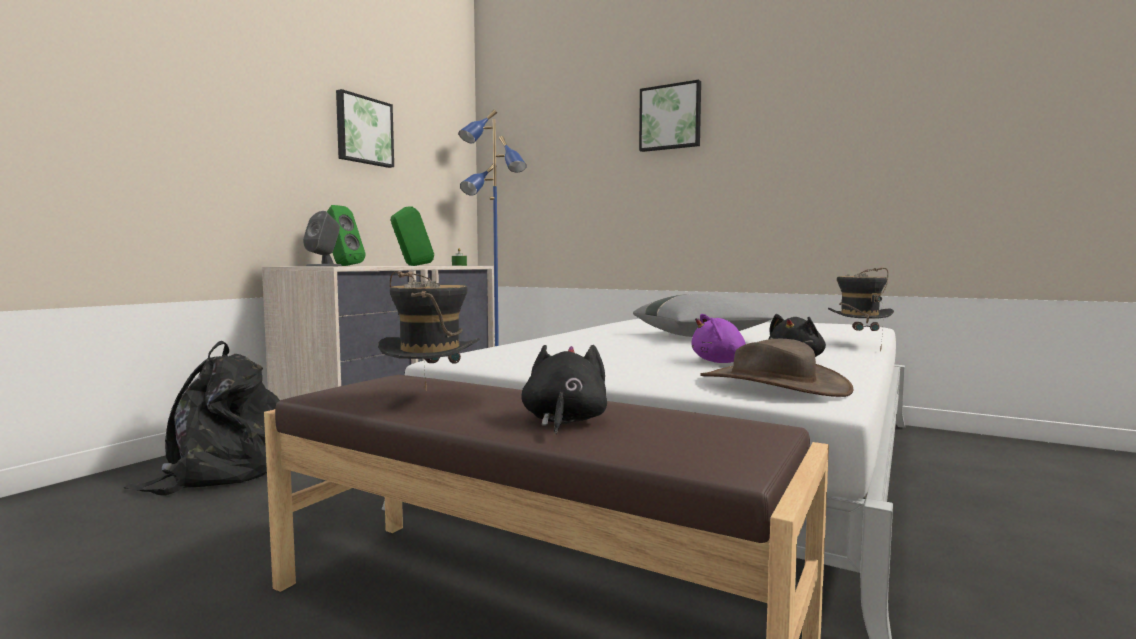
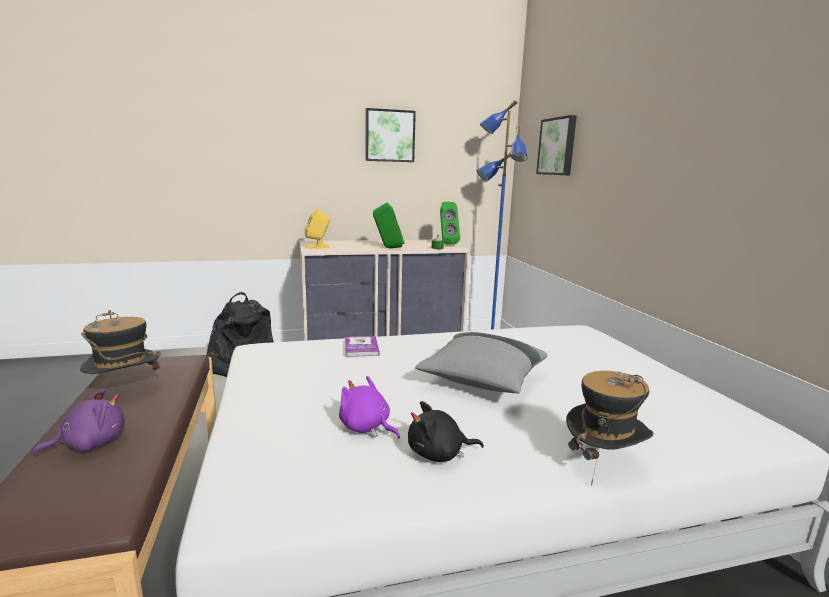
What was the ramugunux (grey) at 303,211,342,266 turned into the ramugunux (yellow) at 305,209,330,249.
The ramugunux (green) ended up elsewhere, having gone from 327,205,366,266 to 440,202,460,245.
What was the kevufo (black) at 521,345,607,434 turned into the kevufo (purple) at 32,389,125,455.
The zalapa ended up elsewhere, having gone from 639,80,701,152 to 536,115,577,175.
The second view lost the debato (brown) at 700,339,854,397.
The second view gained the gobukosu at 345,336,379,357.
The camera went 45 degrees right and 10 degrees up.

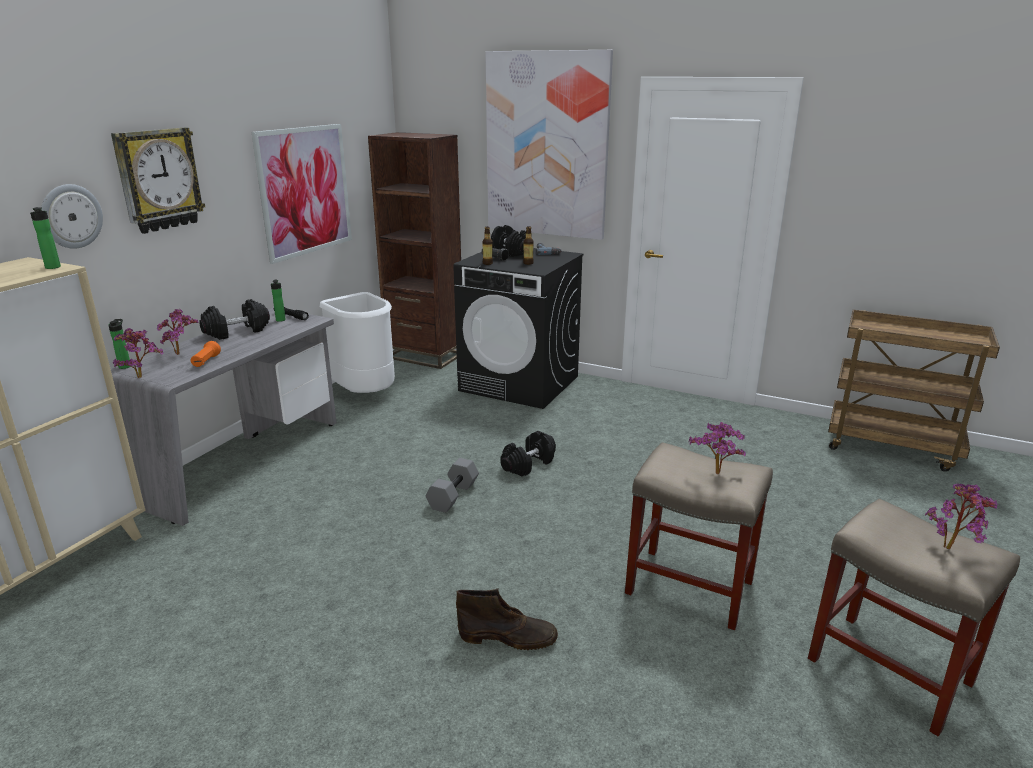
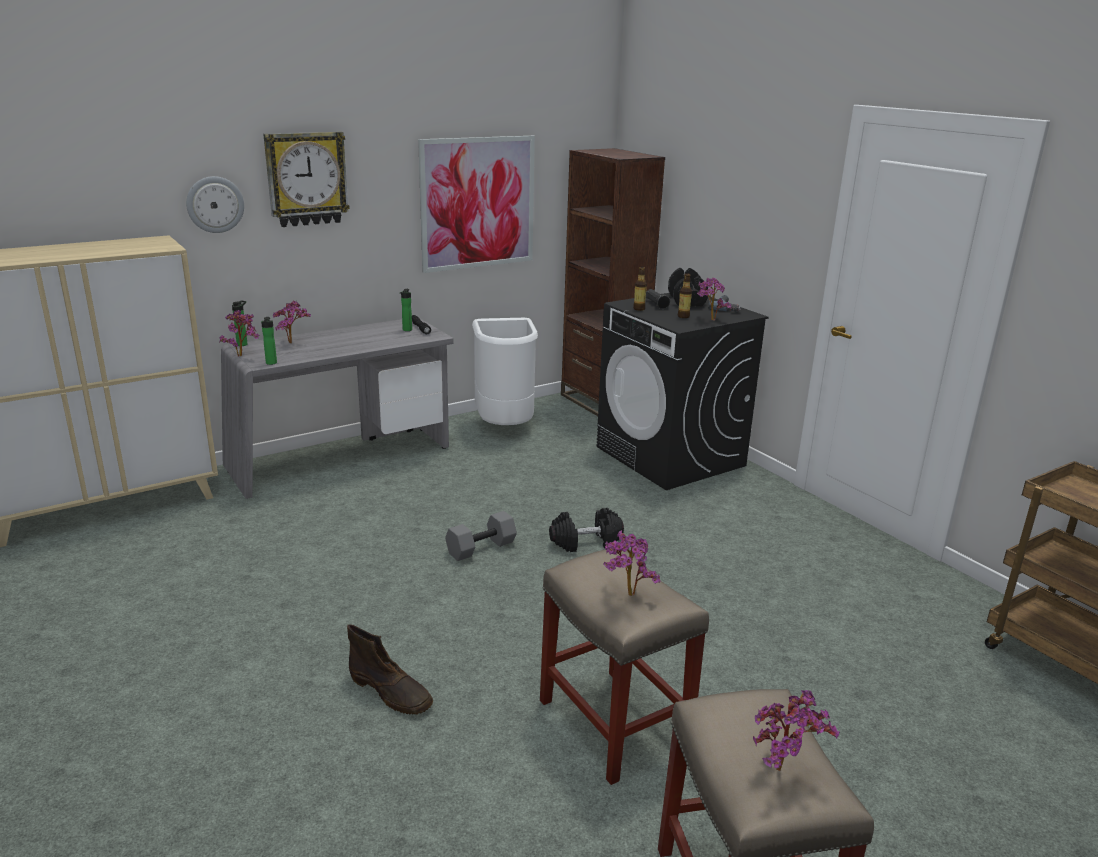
The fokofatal ended up elsewhere, having gone from 30,207,61,269 to 261,317,277,365.
The second view lost the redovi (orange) at 191,341,221,367.
The second view lost the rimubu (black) at 199,299,270,340.
The second view lost the zalapa at 485,50,613,240.
The second view gained the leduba at 697,278,731,321.
The camera went 30 degrees right and 0 degrees up.

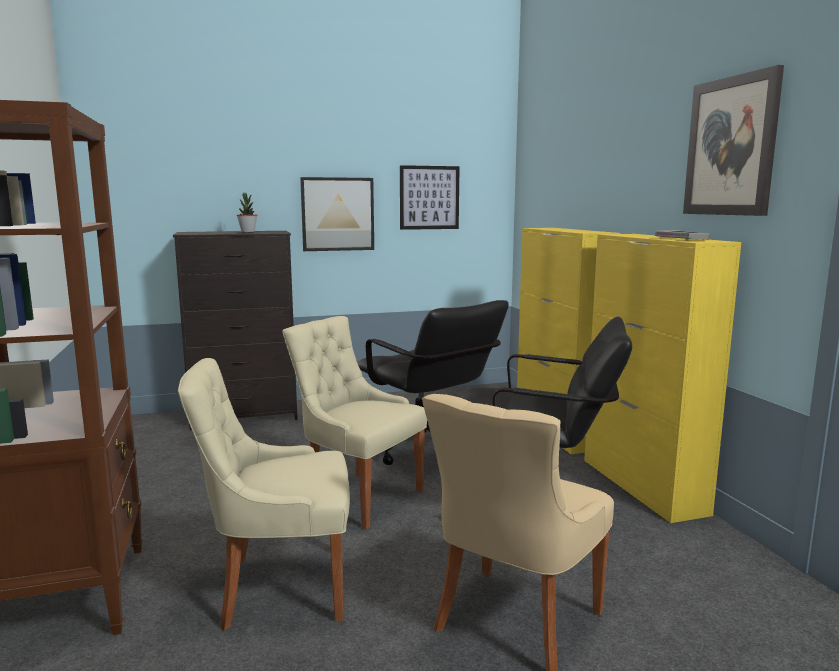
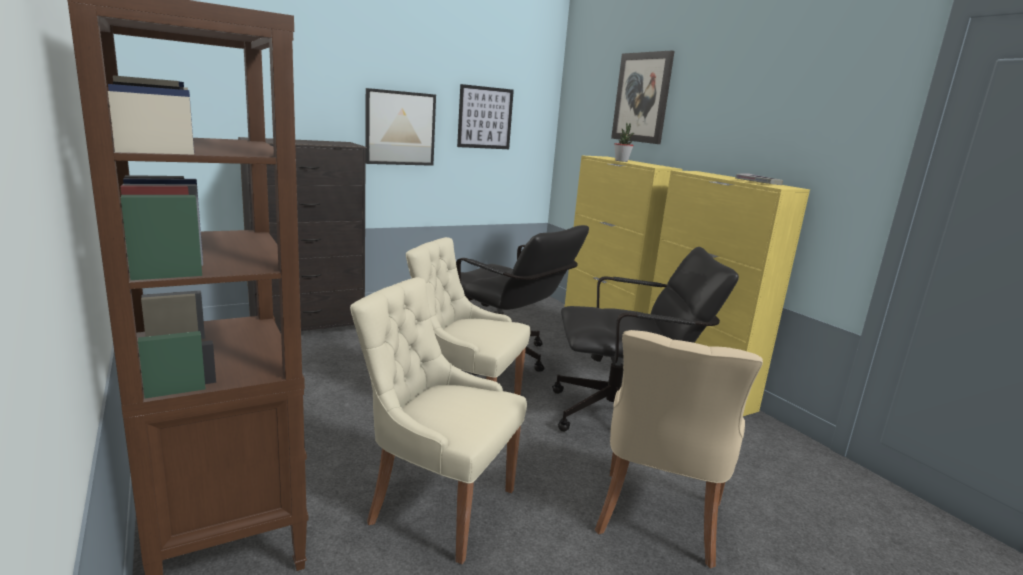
The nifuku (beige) at 178,358,350,631 ended up facing another way, 45 degrees clockwise from before.
The leduba ended up elsewhere, having gone from 237,193,257,233 to 614,123,634,162.
The zalapa ended up elsewhere, having gone from 683,65,784,216 to 611,50,675,144.
The camera went 15 degrees left and 5 degrees up.

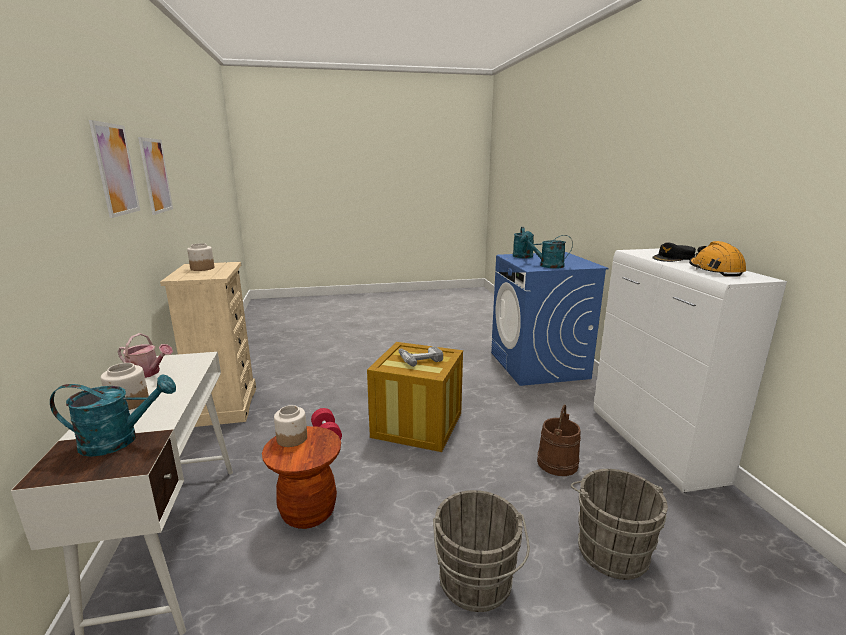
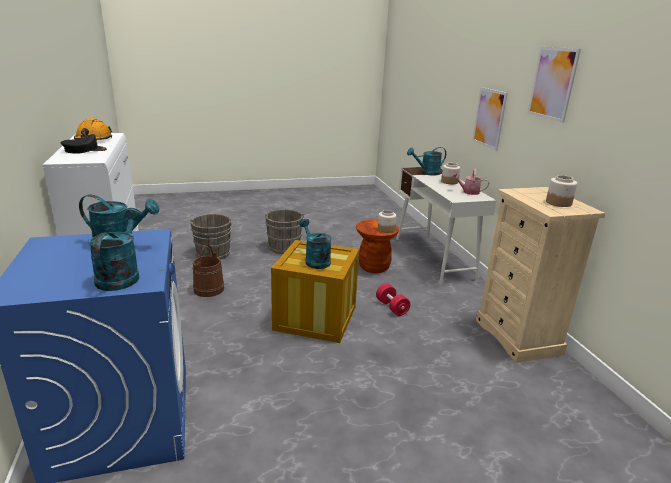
The zalapa ended up elsewhere, having gone from 138,137,173,215 to 472,87,508,151.
Where the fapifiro stood at 399,346,443,367, the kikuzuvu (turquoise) came to stand at 299,219,332,269.
The camera went 175 degrees right and 5 degrees up.

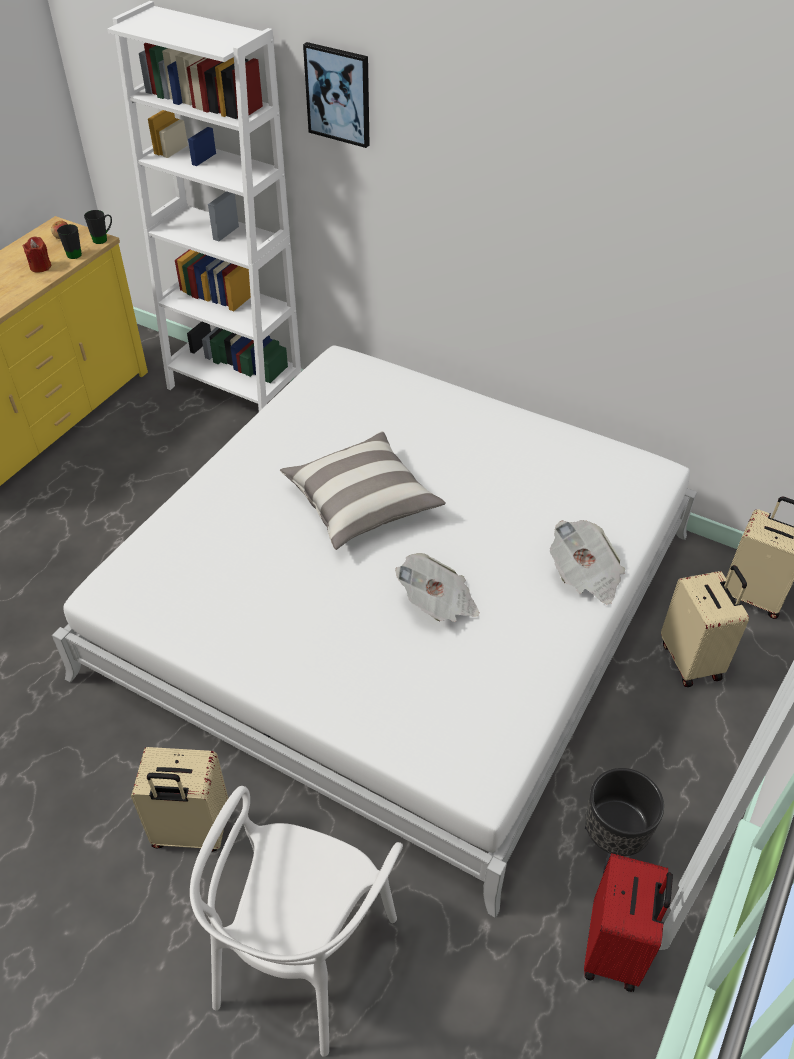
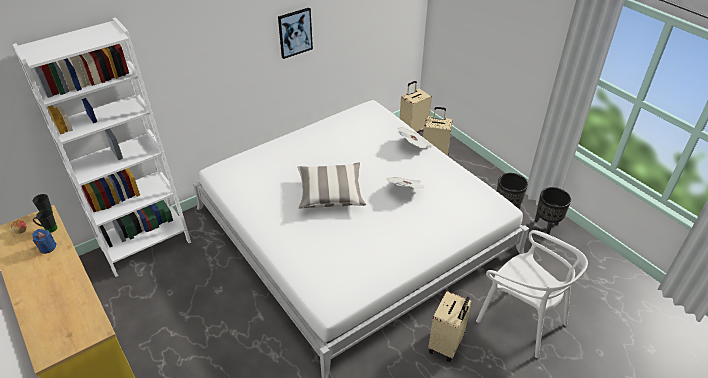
What was the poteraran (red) at 23,236,51,273 turned into the poteraran (blue) at 32,229,57,254.
The zalapa ended up elsewhere, having gone from 303,42,370,148 to 278,8,313,59.
Where the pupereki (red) stood at 584,853,673,992, the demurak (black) came to stand at 534,187,571,235.
The camera went 65 degrees left and 5 degrees down.

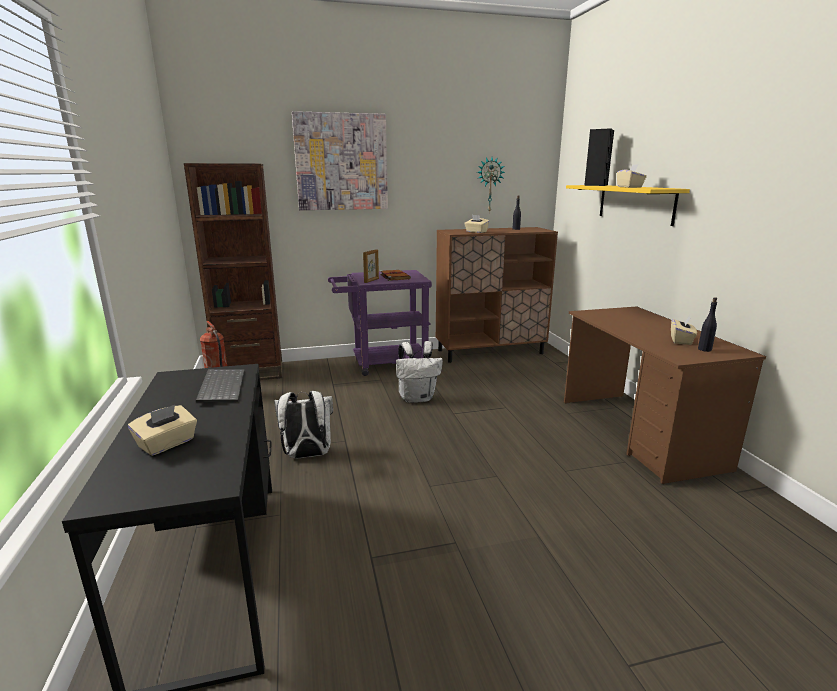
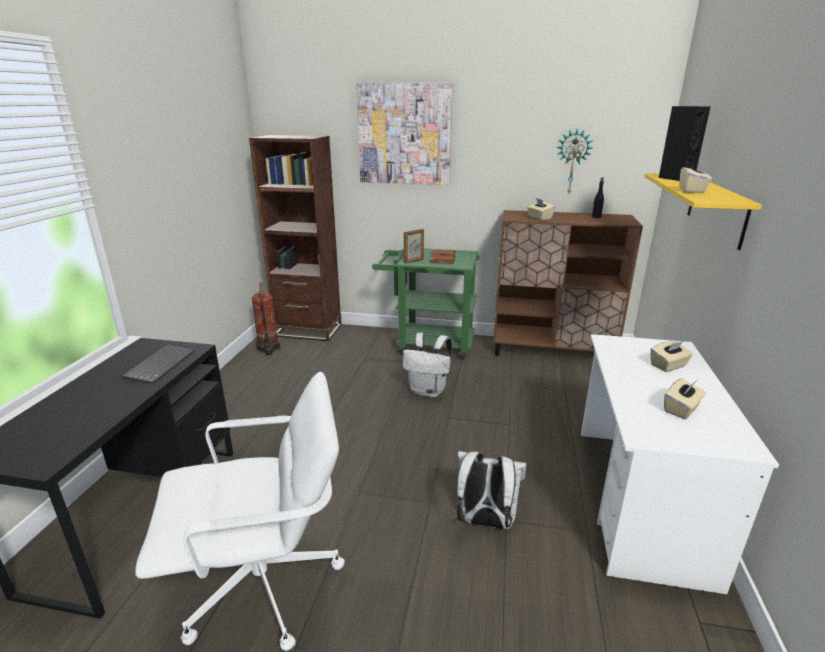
The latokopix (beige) ended up elsewhere, having gone from 128,405,197,456 to 650,341,693,372.
The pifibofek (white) ended up elsewhere, having gone from 274,391,333,459 to 456,451,527,529.
What was the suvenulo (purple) at 328,270,432,376 turned into the suvenulo (green) at 372,248,479,360.
What was the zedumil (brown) at 564,306,766,484 turned into the zedumil (white) at 581,334,779,594.
The second view lost the fokofatal (black) at 698,297,717,352.
The second view gained the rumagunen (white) at 135,372,345,651.
The camera went 25 degrees right and 5 degrees up.

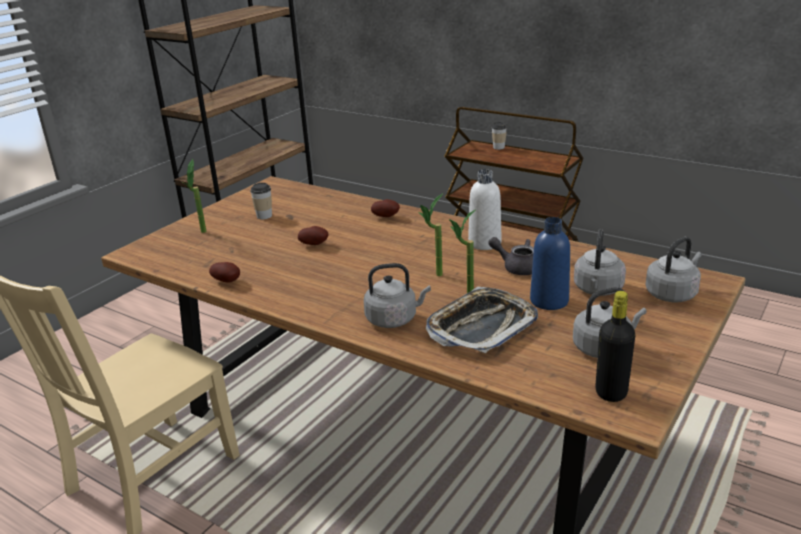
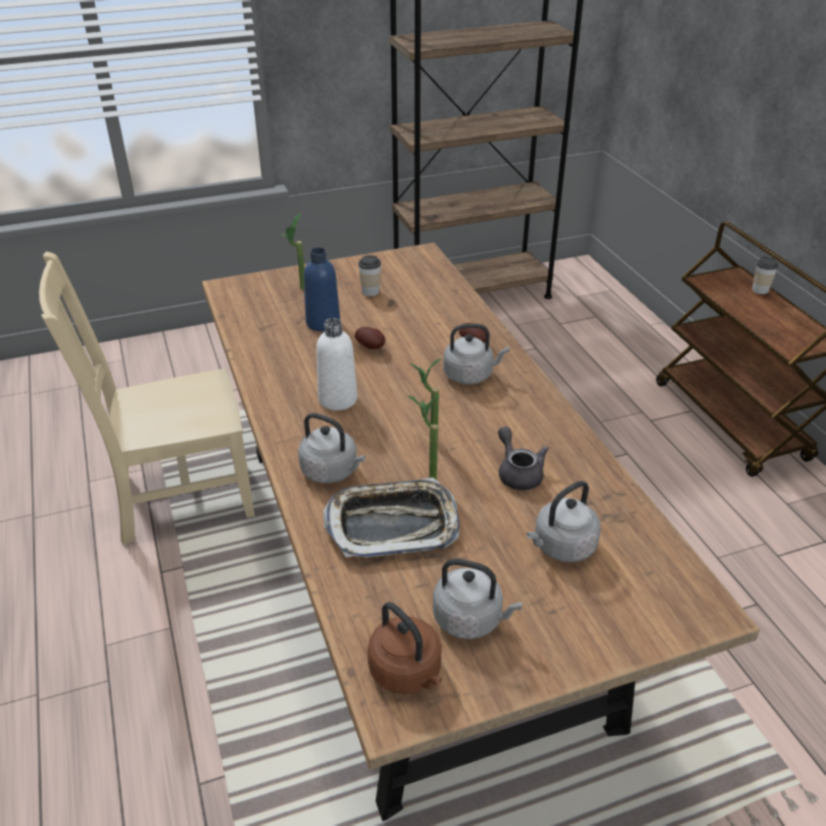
The second view lost the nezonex at 209,262,240,283.
The fokofatal (white) ended up elsewhere, having gone from 468,169,502,250 to 316,318,357,411.
The fokofatal (blue) ended up elsewhere, having gone from 530,217,570,310 to 304,248,340,332.
Where the fokofatal (black) stood at 595,291,635,402, the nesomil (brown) came to stand at 367,602,442,694.
The nesomil (grey) ended up elsewhere, having gone from 645,237,702,302 to 443,324,509,385.
The camera went 35 degrees right and 10 degrees up.

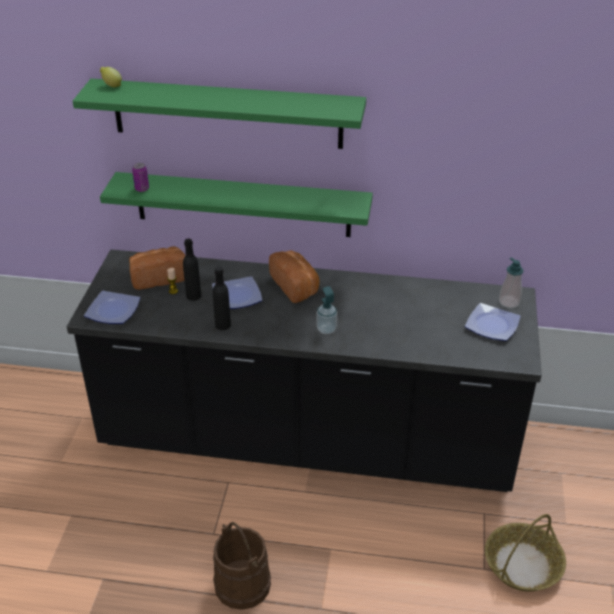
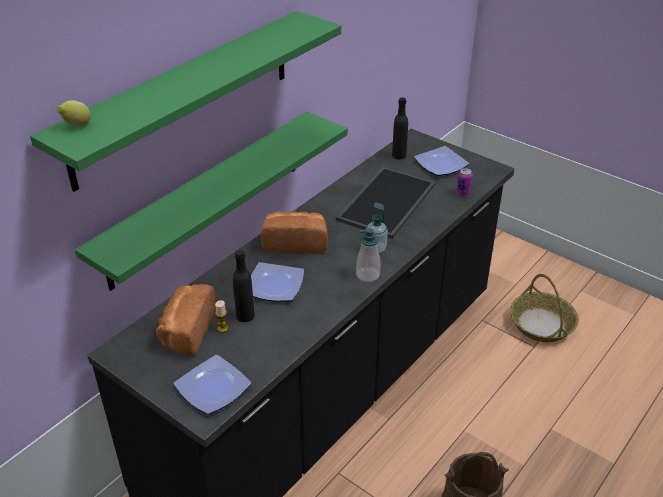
The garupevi ended up elsewhere, having gone from 132,163,149,192 to 456,168,473,196.
The fokofatal (black) ended up elsewhere, having gone from 213,267,231,330 to 392,97,408,160.
The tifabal ended up elsewhere, having gone from 499,257,523,308 to 356,228,380,282.
The second view gained the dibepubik at 336,167,435,239.
The camera went 60 degrees left and 0 degrees up.

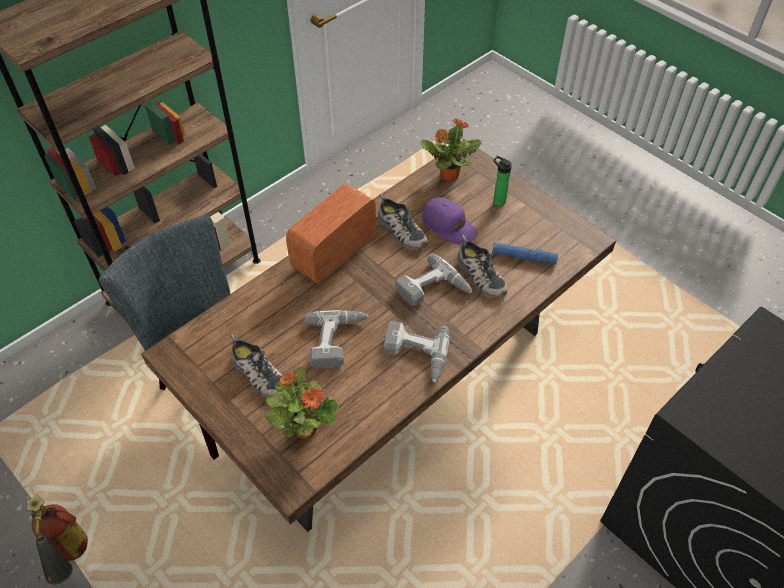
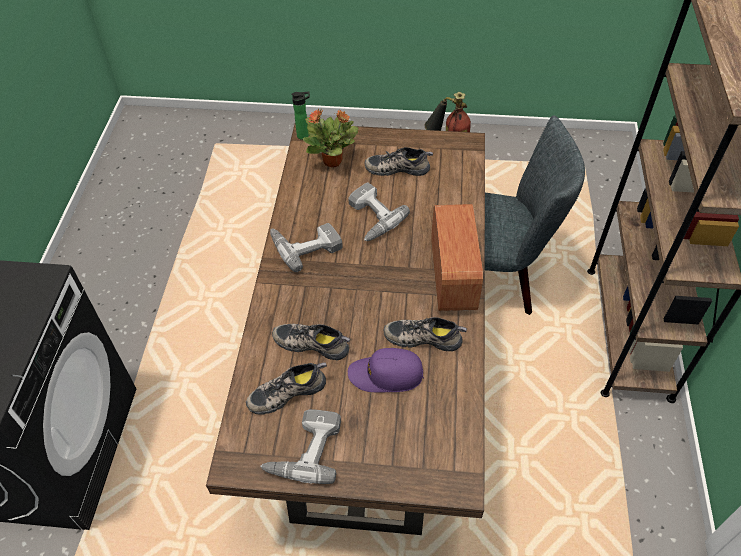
The fapifiro ended up elsewhere, having gone from 395,253,472,306 to 260,409,341,484.
The second view lost the leduba at 421,119,481,181.
Where the redovi (blue) stood at 492,243,558,265, the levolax came to stand at 246,362,327,415.
The fokofatal ended up elsewhere, having gone from 493,156,512,206 to 291,92,310,140.
The camera went 140 degrees right and 0 degrees up.

